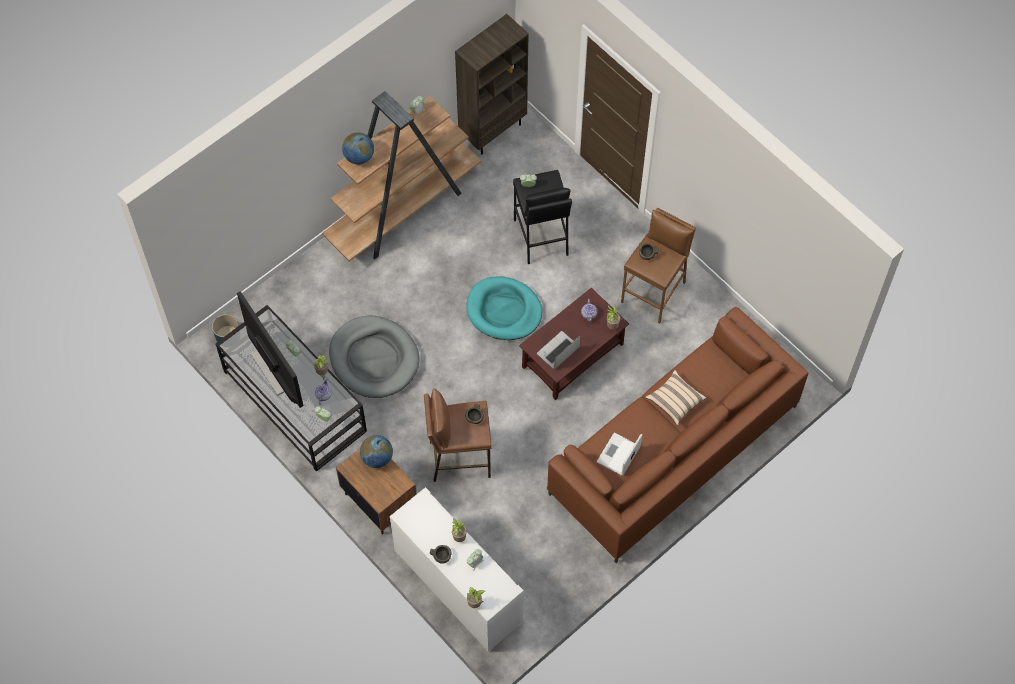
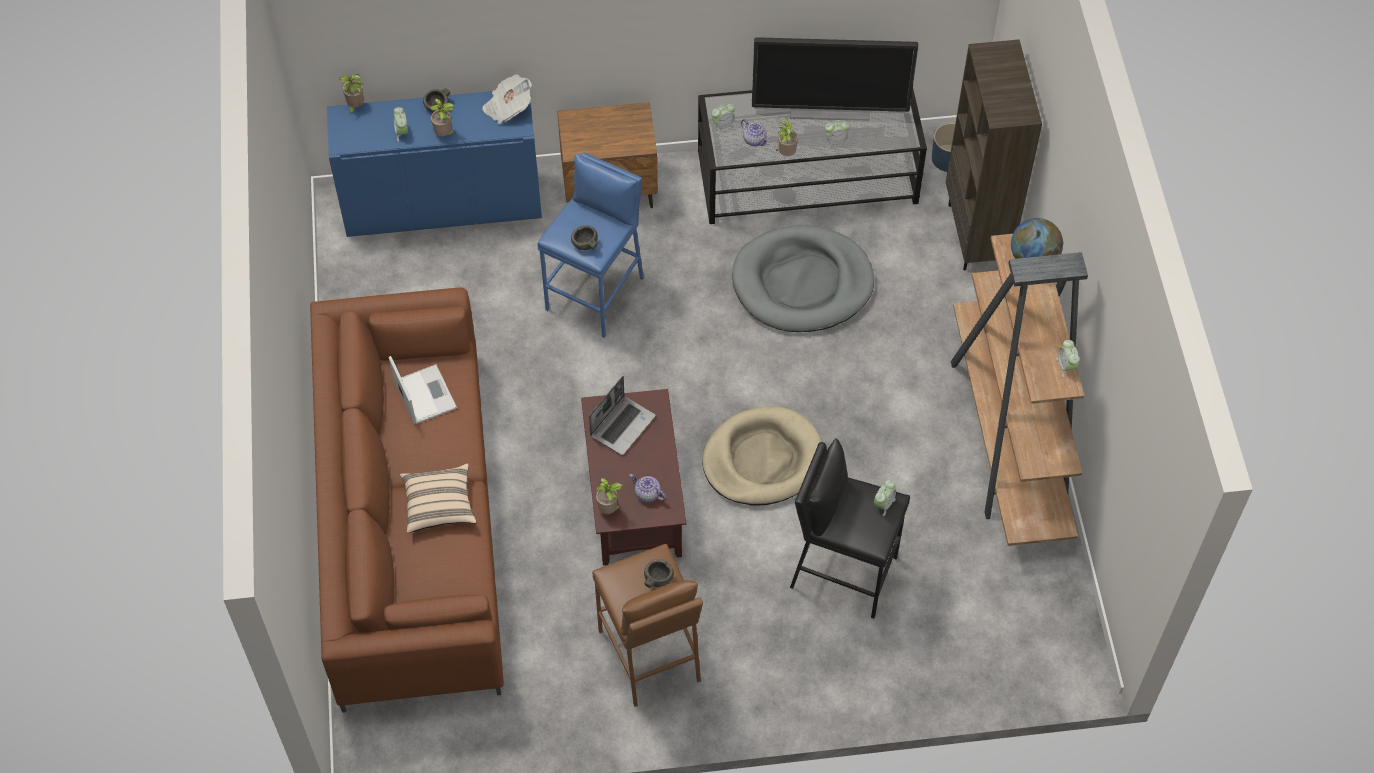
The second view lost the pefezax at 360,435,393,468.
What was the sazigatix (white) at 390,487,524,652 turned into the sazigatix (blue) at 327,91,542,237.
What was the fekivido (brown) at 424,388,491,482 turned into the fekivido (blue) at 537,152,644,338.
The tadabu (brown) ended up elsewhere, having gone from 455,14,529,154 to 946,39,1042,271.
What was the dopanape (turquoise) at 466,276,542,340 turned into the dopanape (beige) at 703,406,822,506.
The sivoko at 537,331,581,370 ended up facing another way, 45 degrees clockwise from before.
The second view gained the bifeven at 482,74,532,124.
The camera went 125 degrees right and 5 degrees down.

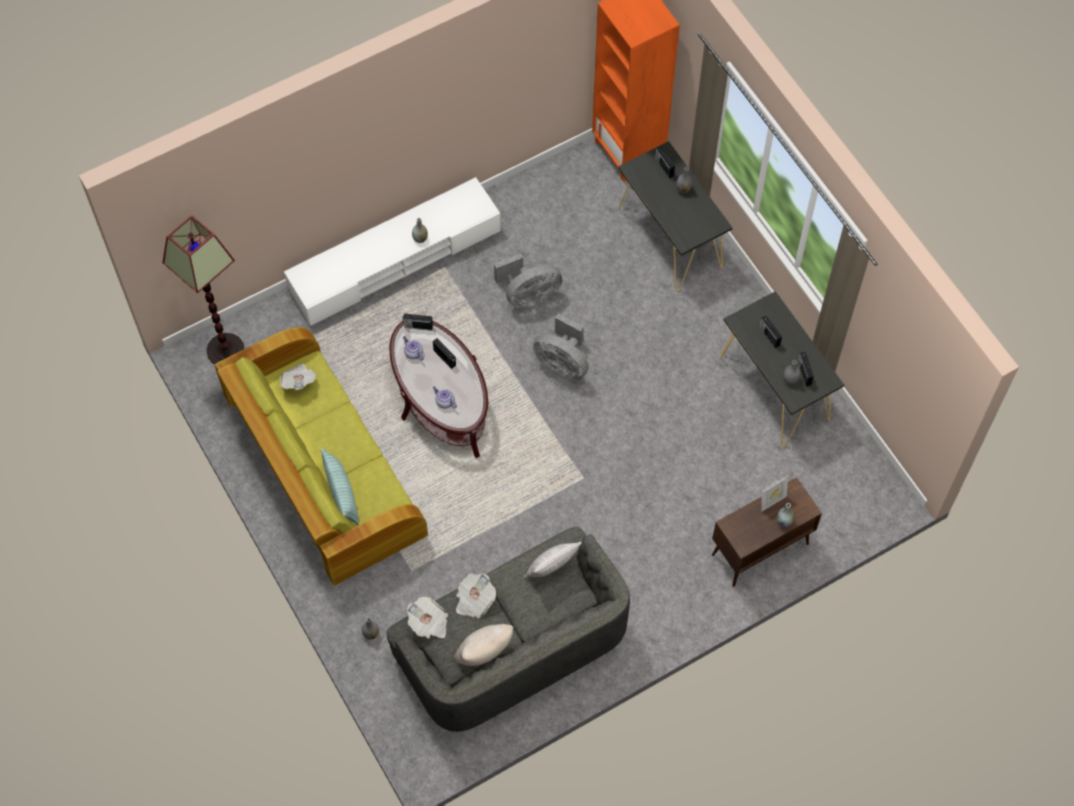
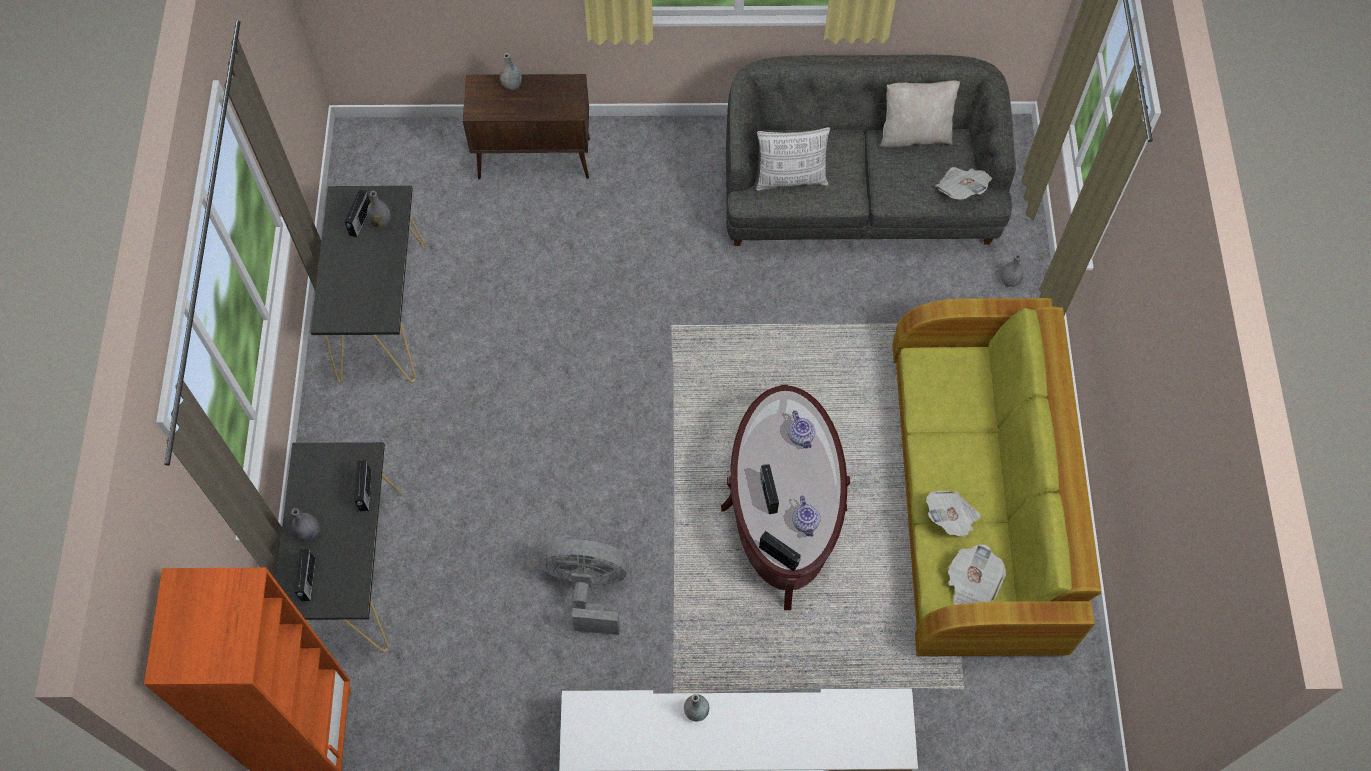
The second view lost the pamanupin at 162,215,245,364.
The second view lost the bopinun at 321,448,359,525.
The bifeven ended up elsewhere, having gone from 456,574,496,619 to 926,490,981,537.
The second view lost the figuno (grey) at 533,314,589,380.
The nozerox ended up elsewhere, having gone from 759,315,782,348 to 354,460,372,511.
The second view lost the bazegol at 761,475,788,512.
The camera went 150 degrees left and 0 degrees up.

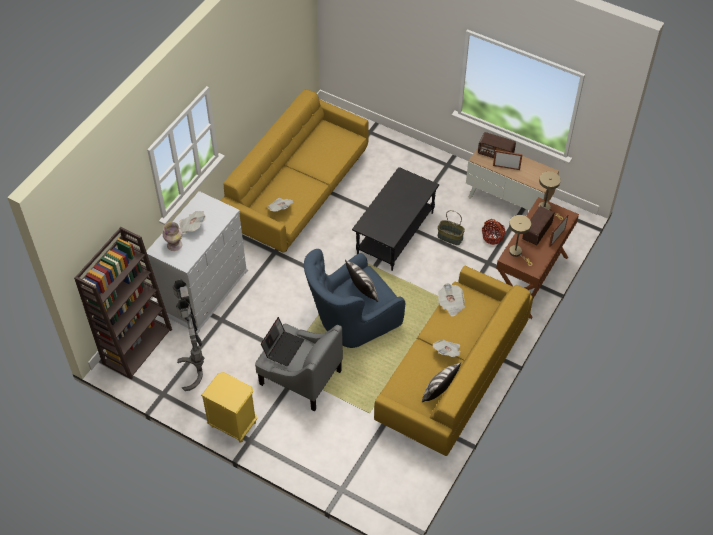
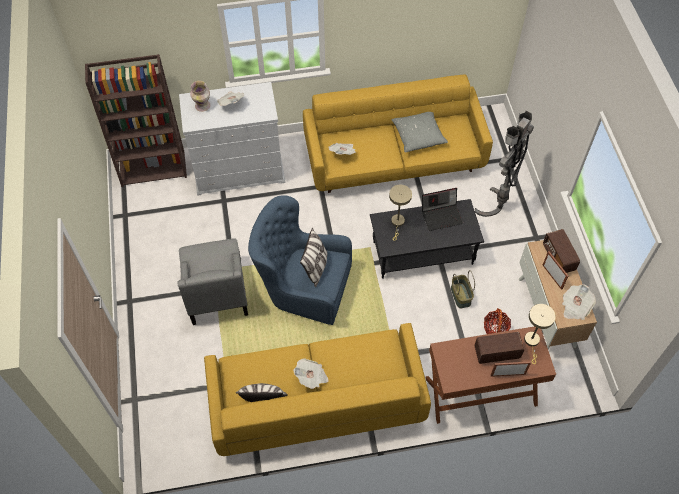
The pamanupin (grey) ended up elsewhere, having gone from 172,279,204,391 to 475,111,534,217.
The second view lost the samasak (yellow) at 201,372,257,443.
The sivoko ended up elsewhere, having gone from 261,317,304,367 to 422,188,463,231.
The bifeven ended up elsewhere, having gone from 438,283,465,317 to 562,284,596,320.
The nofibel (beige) ended up elsewhere, having gone from 509,215,532,266 to 389,185,412,241.
The second view gained the bopinun (grey) at 391,112,448,153.
The camera went 50 degrees right and 5 degrees up.

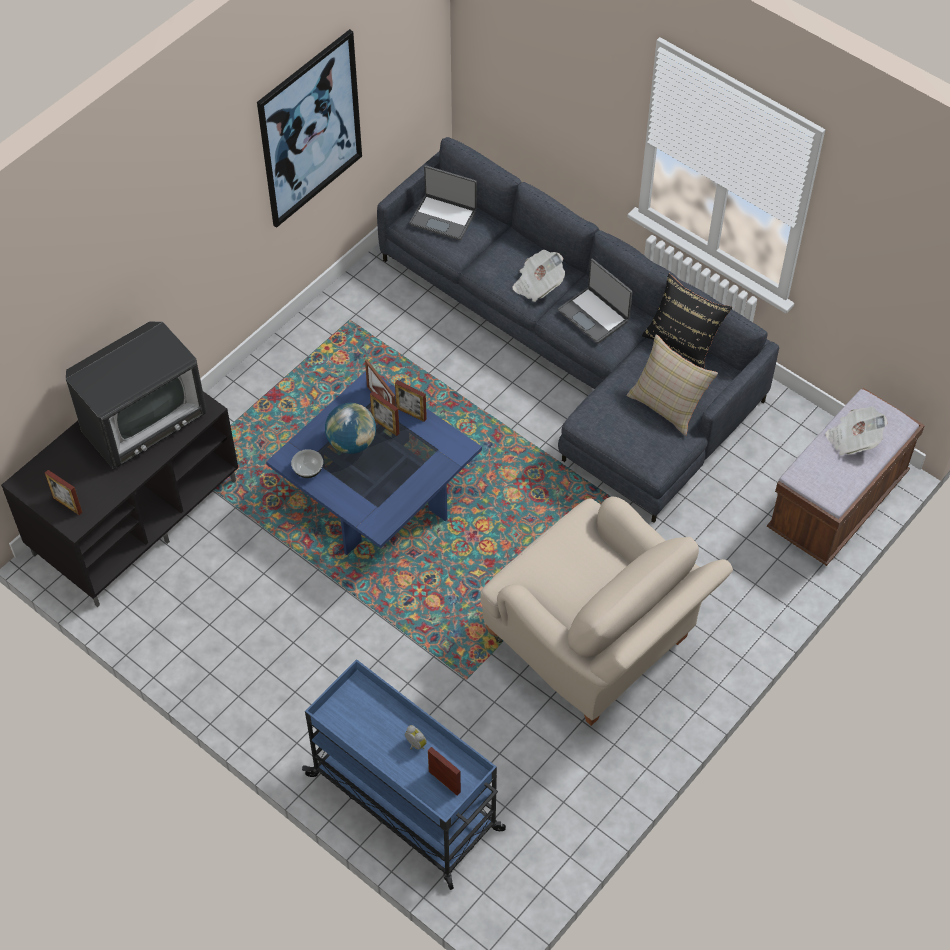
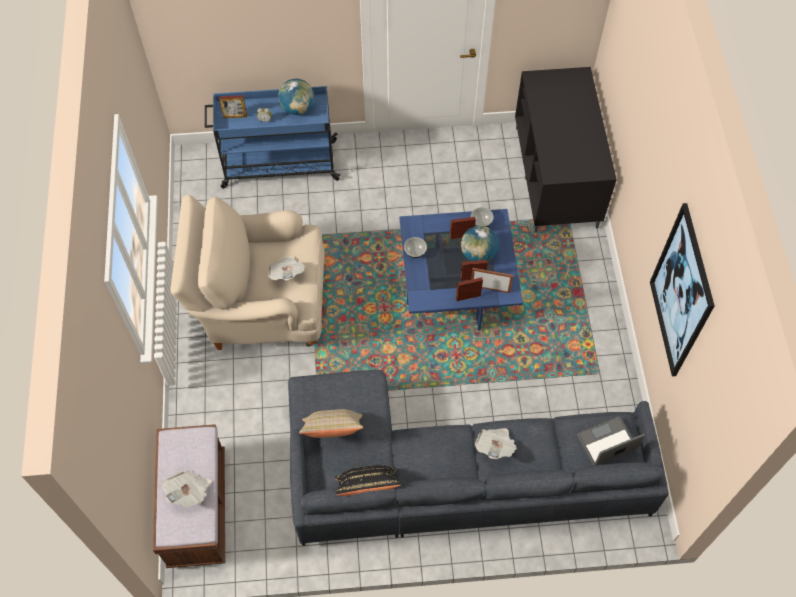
The bazegol ended up elsewhere, having gone from 45,470,82,515 to 450,217,476,240.
The second view lost the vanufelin at 66,321,207,469.
The second view lost the sivoko at 558,259,633,344.
The second view gained the bifeven at 268,256,306,281.
The second view gained the pefezax at 278,79,314,115.
The second view gained the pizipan at 404,237,427,258.
The camera went 135 degrees right and 5 degrees up.

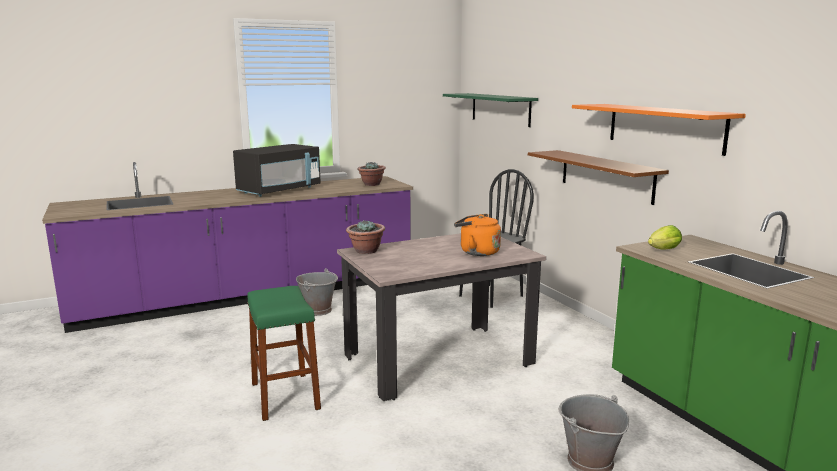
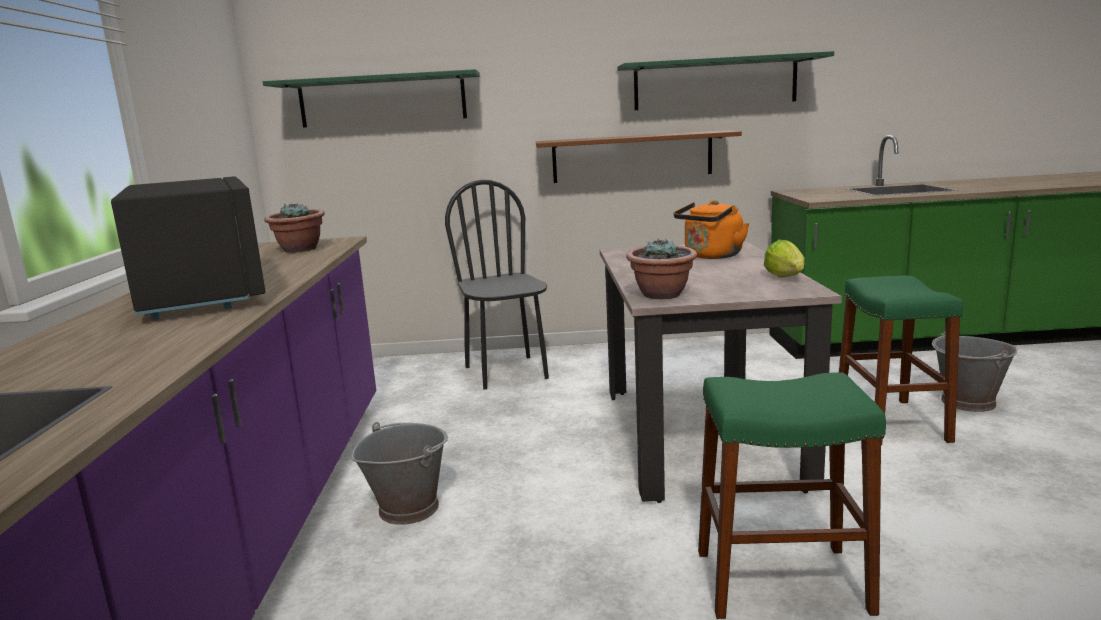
What was the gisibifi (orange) at 572,104,746,156 turned into the gisibifi (green) at 617,51,834,110.
The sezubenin ended up elsewhere, having gone from 648,225,682,250 to 764,240,805,277.
The second view gained the fekivido (green) at 839,276,963,446.
The camera went 65 degrees left and 0 degrees up.

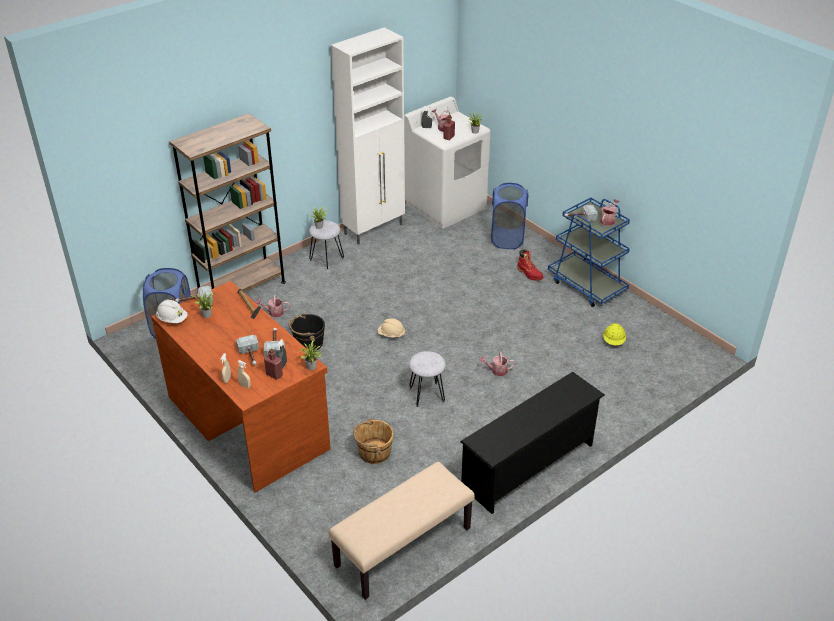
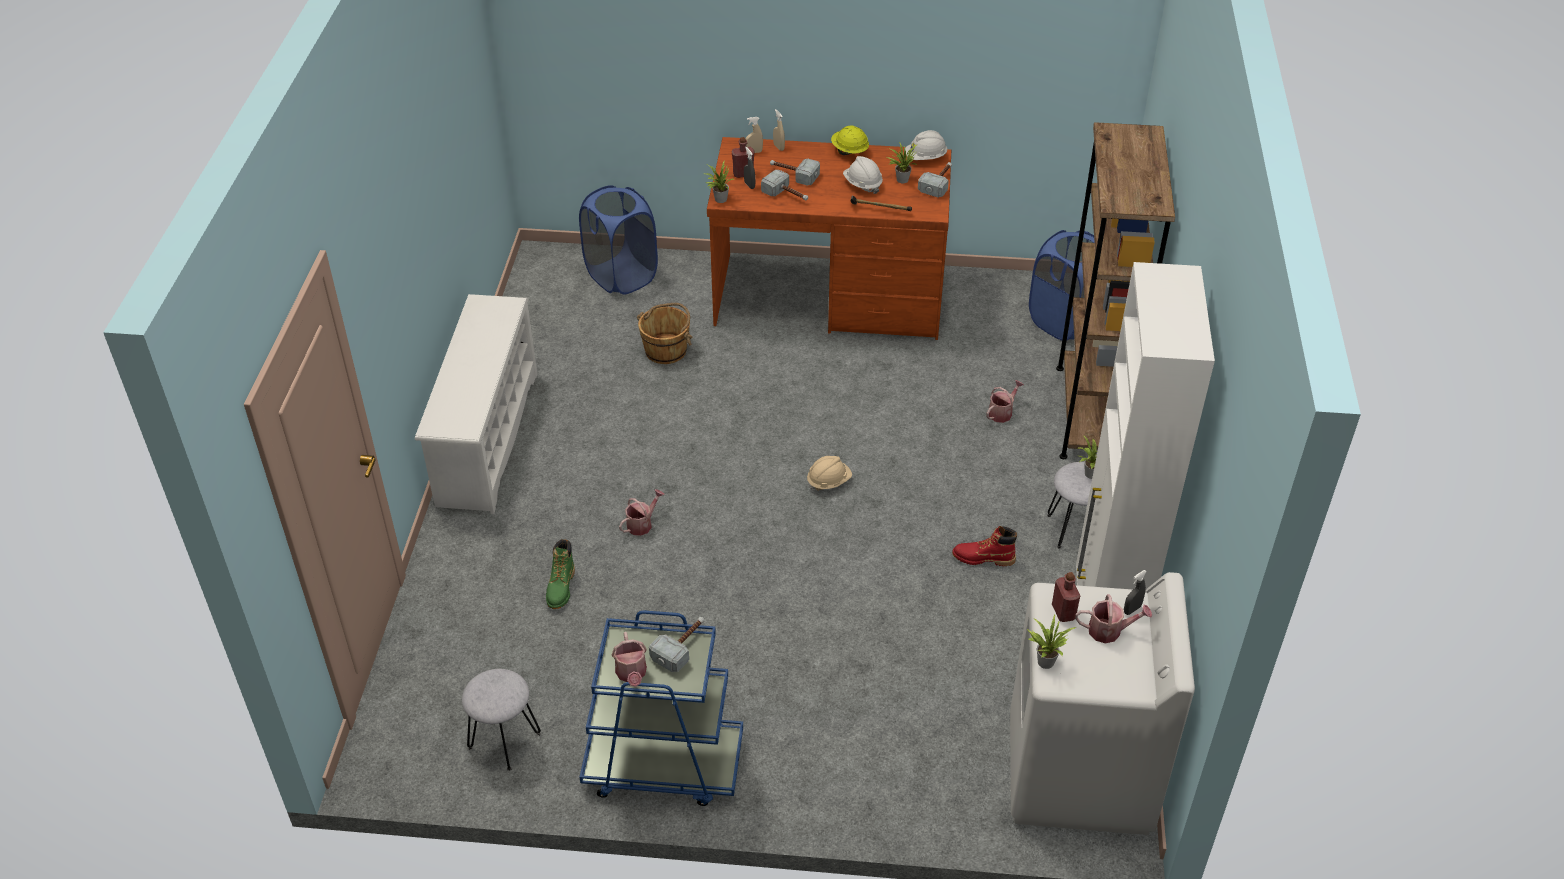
The second view lost the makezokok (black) at 289,313,325,351.
The second view lost the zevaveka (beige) at 329,461,475,600.
The fekivido (grey) ended up elsewhere, having gone from 409,351,446,407 to 462,669,541,771.
What was the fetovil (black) at 460,372,605,514 turned into the fetovil (white) at 415,294,537,514.
The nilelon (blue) ended up elsewhere, having gone from 491,183,528,249 to 579,185,658,295.
The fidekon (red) ended up elsewhere, having gone from 517,249,543,281 to 952,526,1017,566.
The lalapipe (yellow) ended up elsewhere, having gone from 603,323,626,345 to 831,125,869,155.
The second view gained the fidekon (green) at 546,539,575,609.
The second view gained the lalapipe (white) at 843,156,883,194.
The camera went 135 degrees right and 5 degrees up.

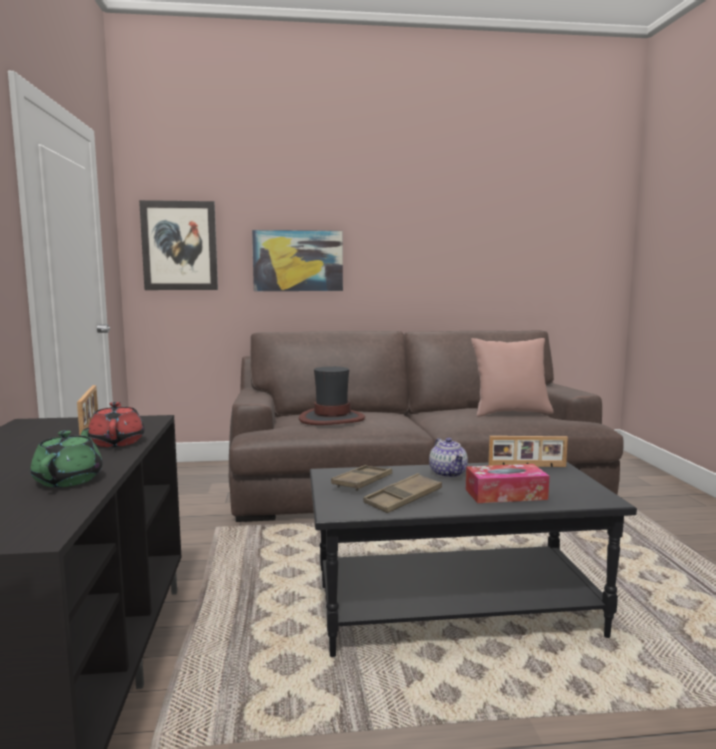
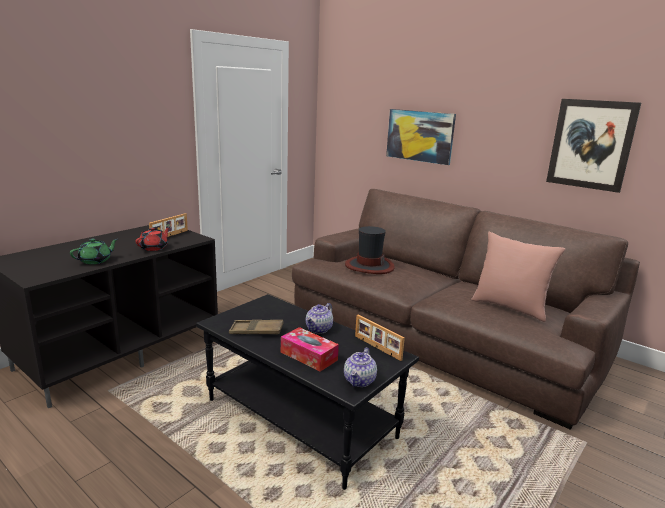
The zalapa ended up elsewhere, having gone from 139,200,218,290 to 546,99,641,193.
The second view lost the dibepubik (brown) at 331,465,392,491.
The second view gained the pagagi at 344,348,377,387.
The camera went 45 degrees right and 10 degrees up.

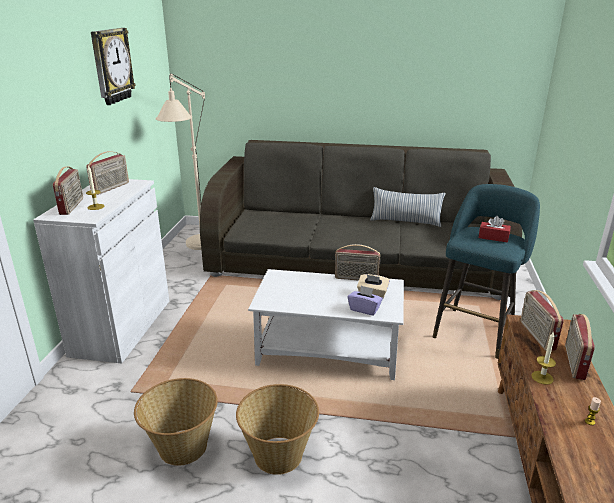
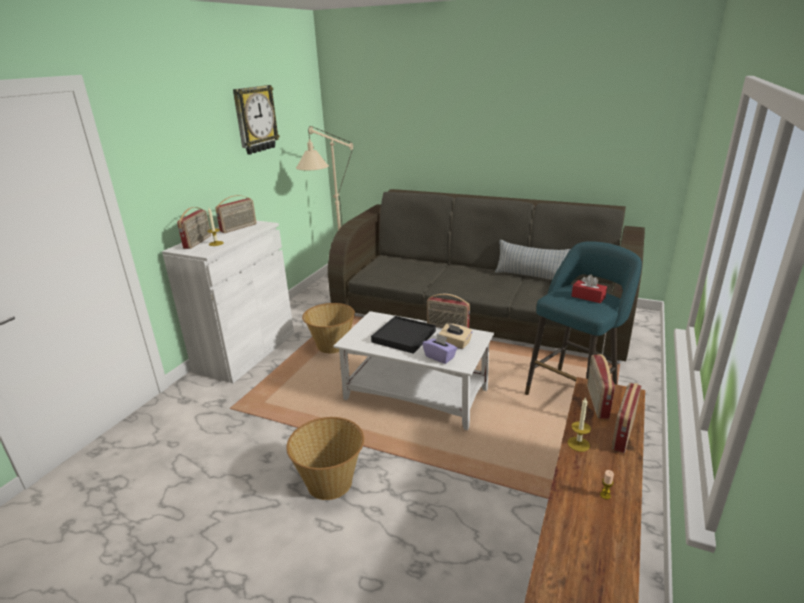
The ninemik ended up elsewhere, having gone from 134,378,218,466 to 302,303,355,353.
The second view gained the dibepubik (black) at 371,316,436,354.
The camera went 15 degrees right and 0 degrees up.

